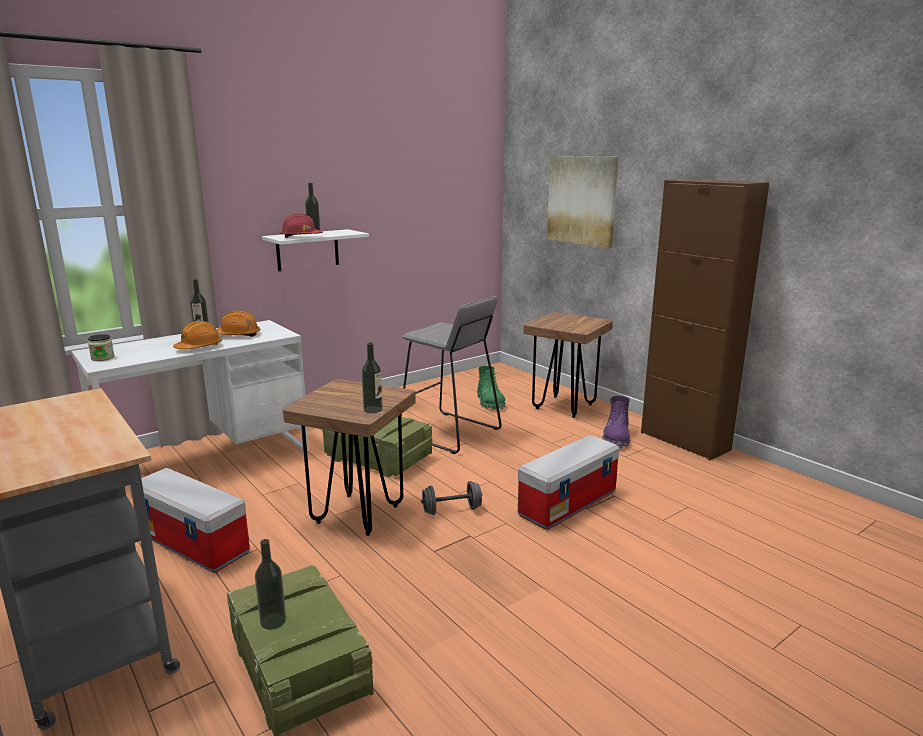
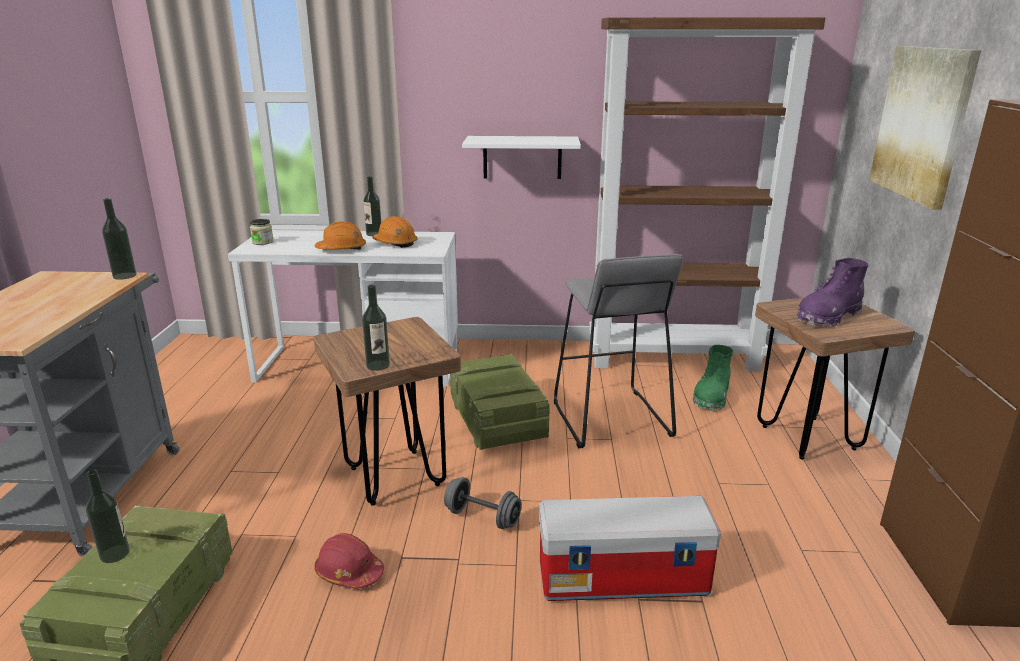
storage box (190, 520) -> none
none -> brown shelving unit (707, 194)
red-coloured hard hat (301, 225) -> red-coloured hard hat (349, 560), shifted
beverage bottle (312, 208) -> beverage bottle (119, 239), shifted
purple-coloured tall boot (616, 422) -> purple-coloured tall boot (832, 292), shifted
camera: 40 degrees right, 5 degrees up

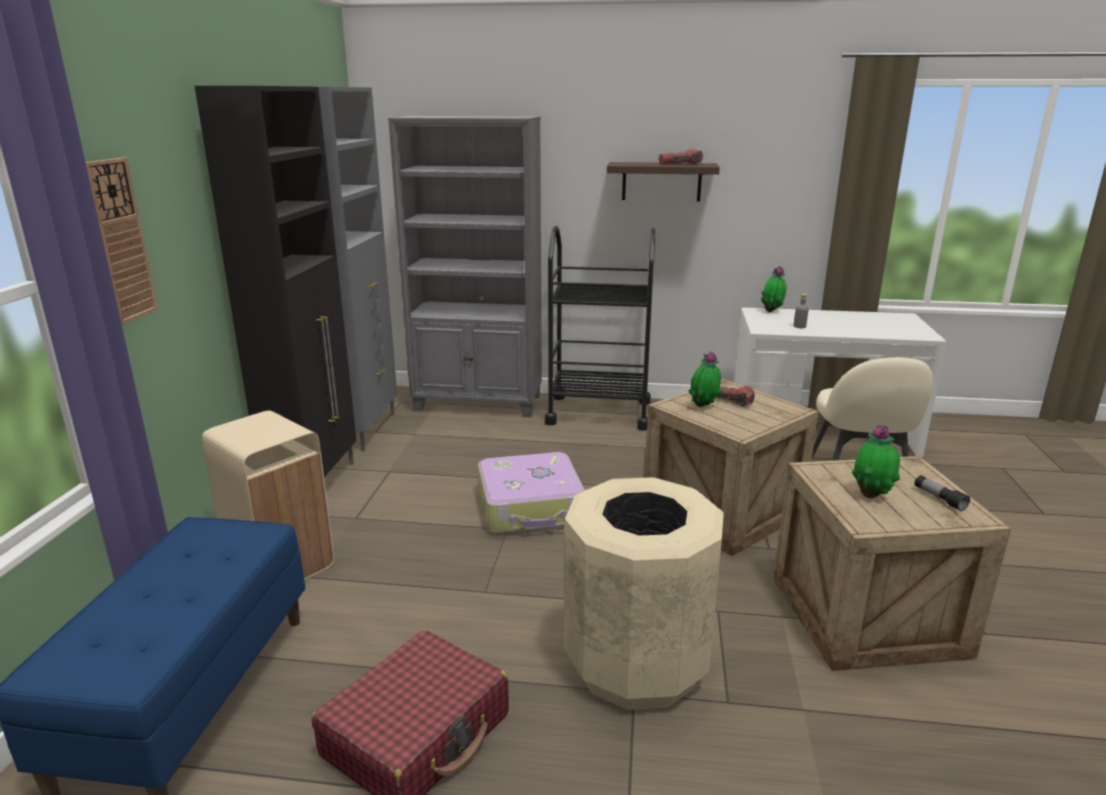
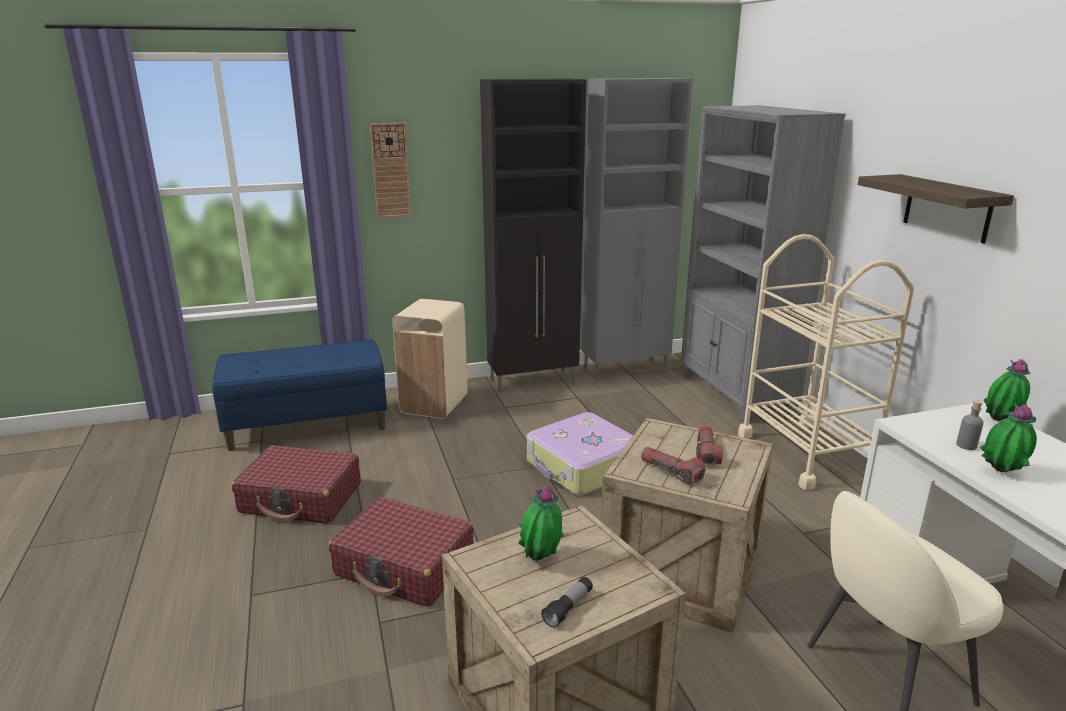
flashlight (681, 157) -> flashlight (673, 466), shifted
houseplant (704, 379) -> houseplant (1008, 438), shifted
beige-coloured rubbish bin (644, 593) -> red-coloured piece of luggage (401, 552)
blackish trolley (599, 328) -> beige-coloured trolley (826, 362)
camera: 65 degrees right, 0 degrees up

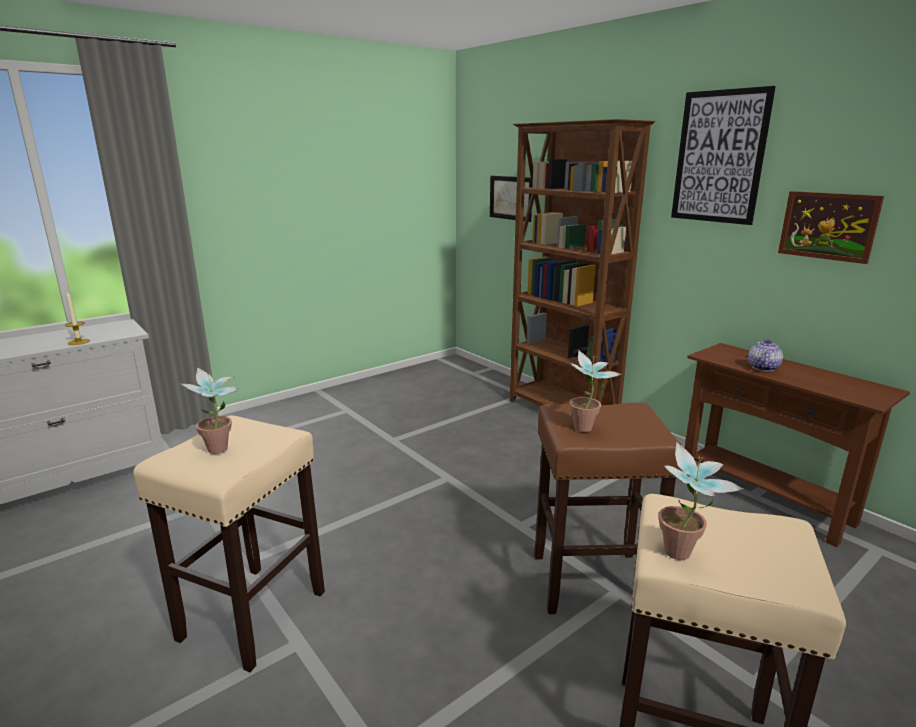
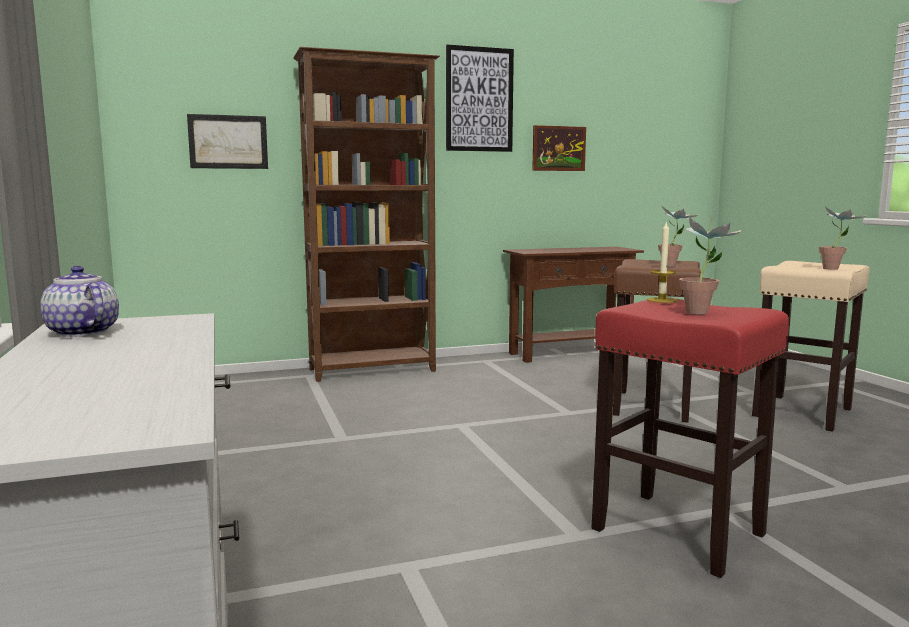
wax light (77, 318) -> wax light (662, 262), shifted
pot for tea (765, 355) -> pot for tea (79, 301), shifted
beige-coloured sitting stool (229, 543) -> red-coloured sitting stool (690, 437)
camera: 70 degrees left, 10 degrees down

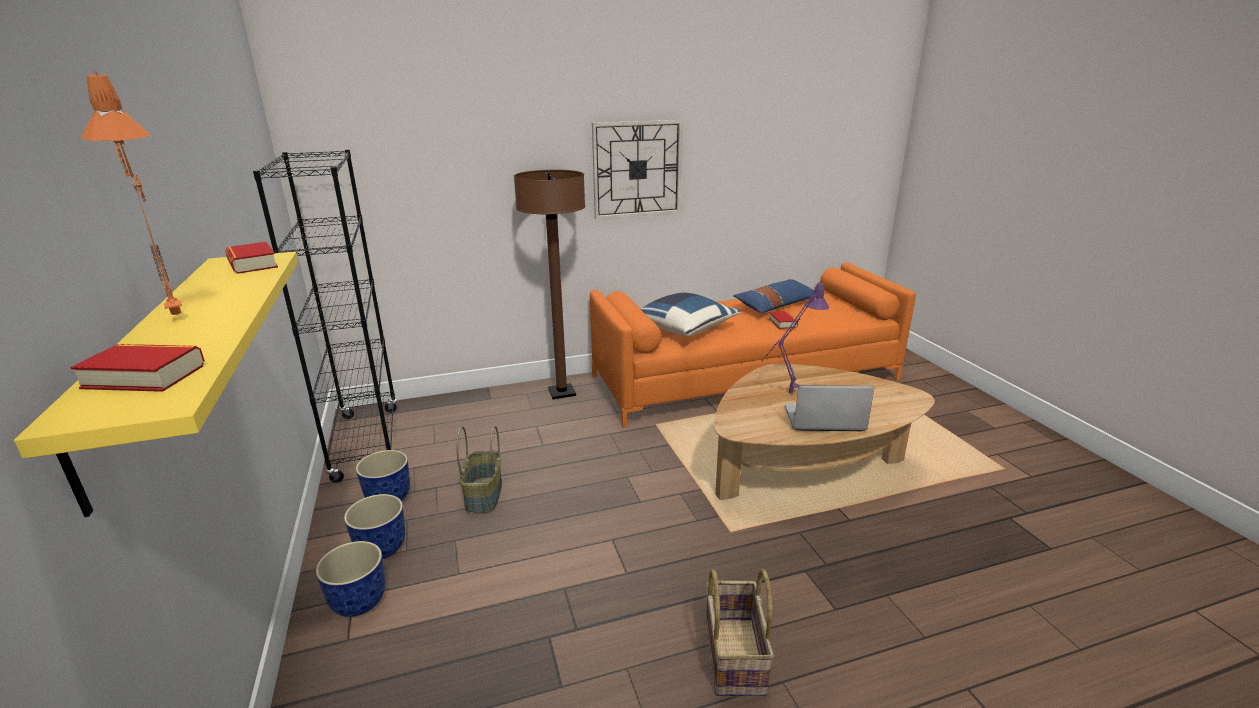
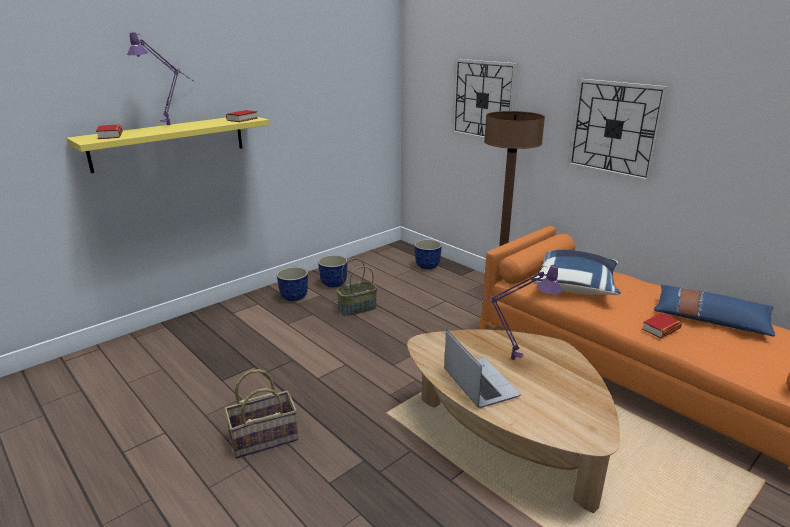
blackish shelving unit (325, 316) -> none
none -> hanging clock (484, 99)
flower pot (350, 579) -> flower pot (428, 254), shifted
orangey tabletop lamp (131, 192) -> purple-coloured tabletop lamp (160, 78)
camera: 65 degrees right, 0 degrees up

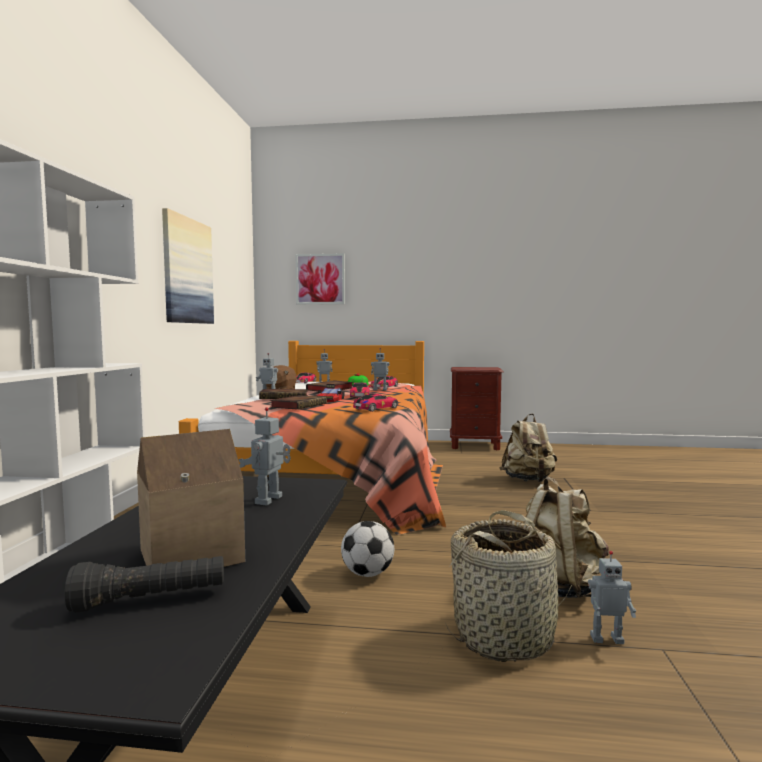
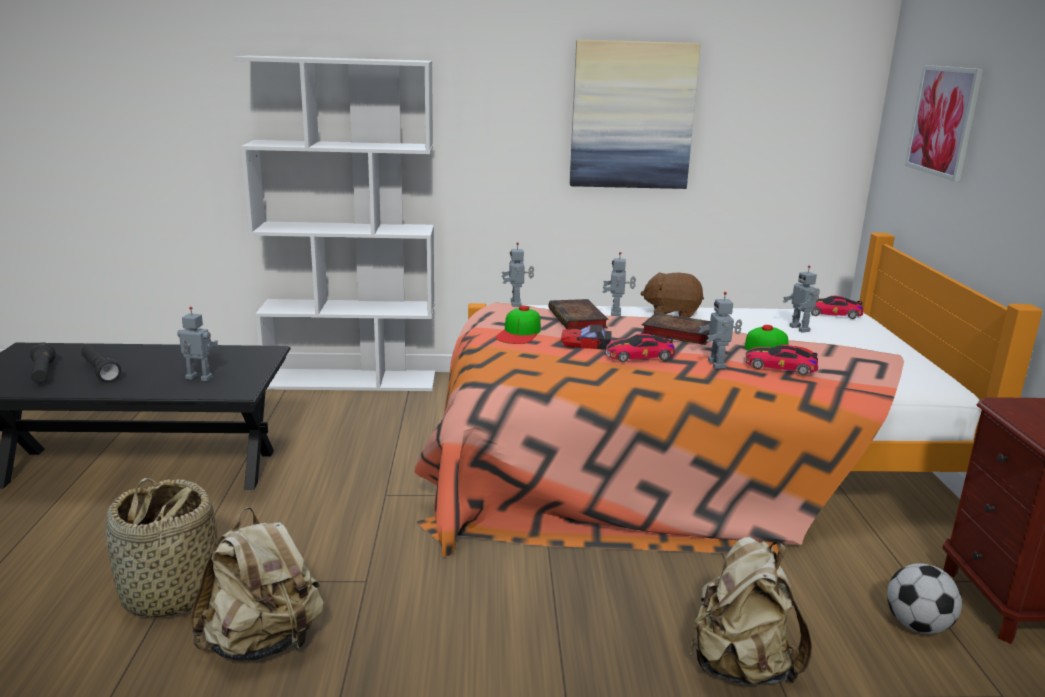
toy car (376, 403) -> none
football ball (367, 549) -> football ball (924, 598), shifted
robot figure (612, 597) -> robot figure (517, 275), shifted
miniature house (191, 498) -> blackish flashlight (101, 363)
volume (298, 402) -> peaked cap (518, 325)
camera: 80 degrees right, 15 degrees up

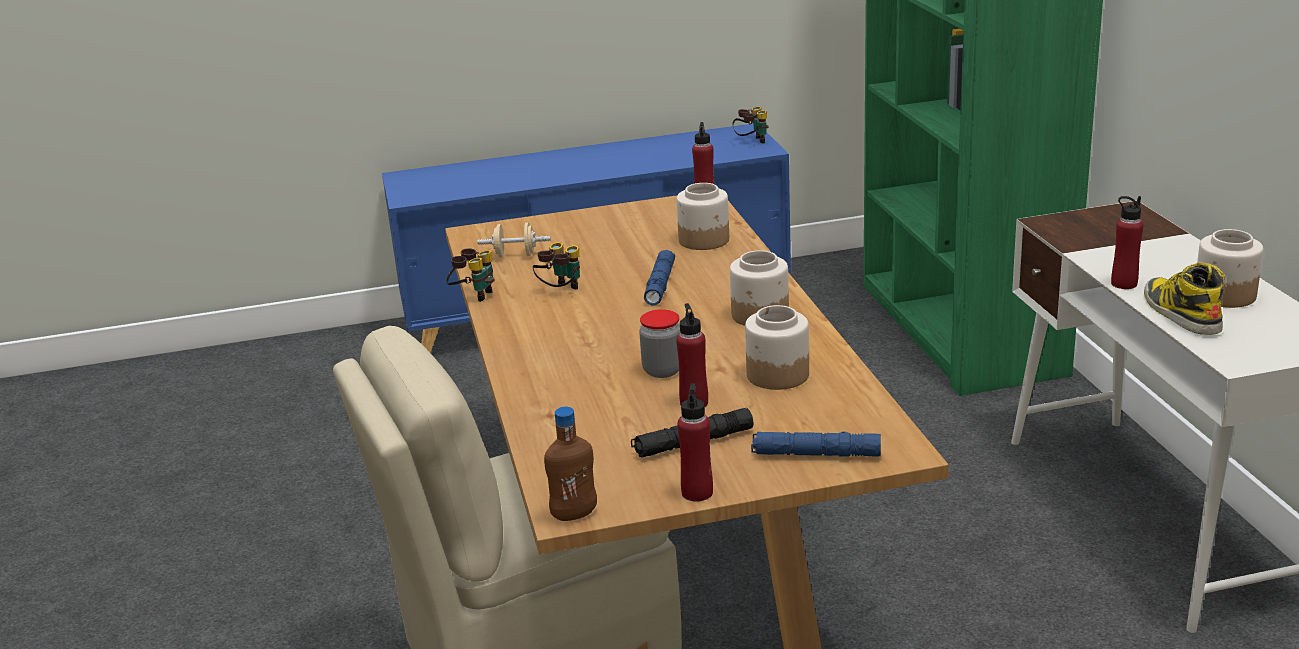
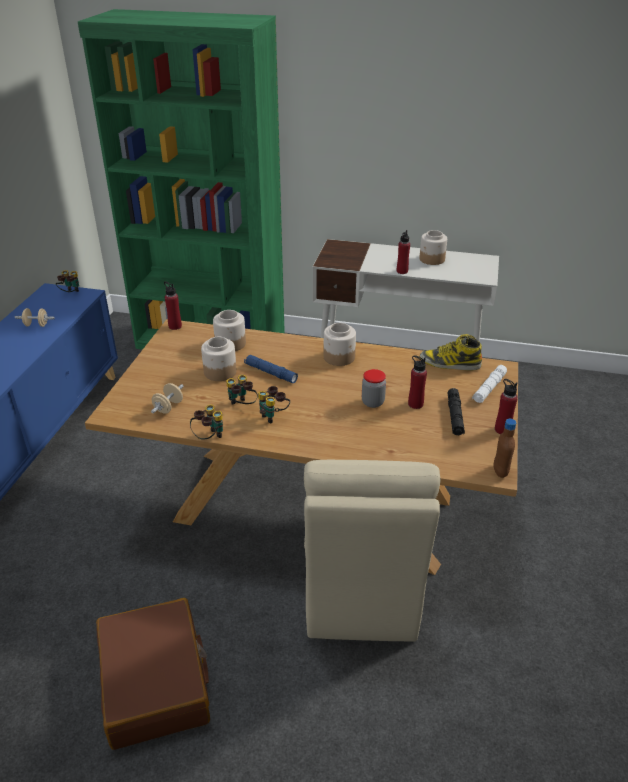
none -> beige-coloured free weight (35, 317)
none -> brown piece of luggage (153, 674)
none -> field glasses (274, 404)
storage jar (777, 347) -> storage jar (219, 359), shifted
tall boot (1184, 299) -> tall boot (451, 352), shifted
bluish flashlight (816, 444) -> white flashlight (489, 384)
camera: 65 degrees left, 10 degrees up

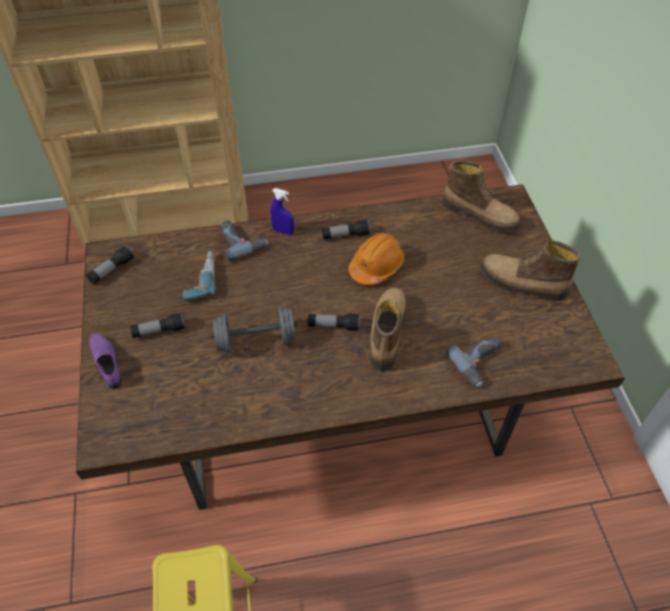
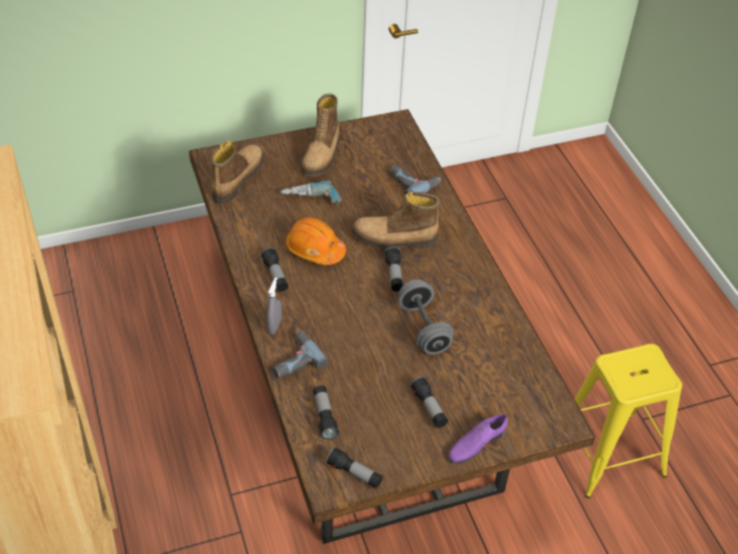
none -> flashlight (326, 412)
drill (196, 276) -> drill (311, 193), shifted
bluish hand sprayer (282, 211) -> grey hand sprayer (274, 305)
camera: 100 degrees left, 5 degrees down

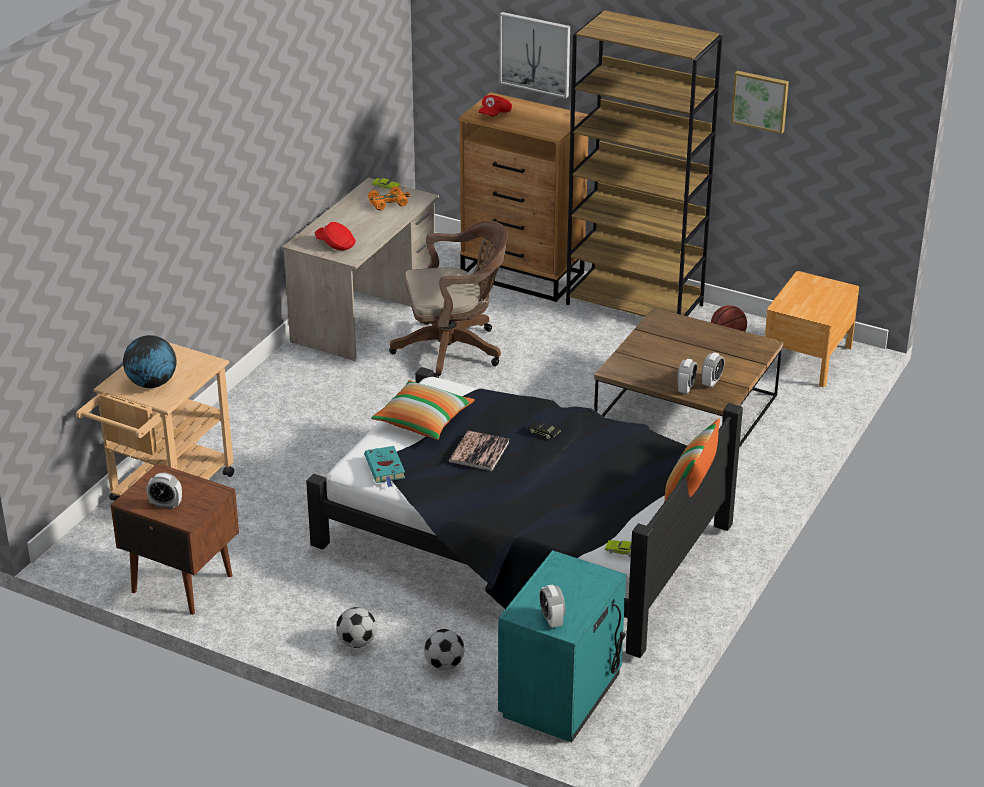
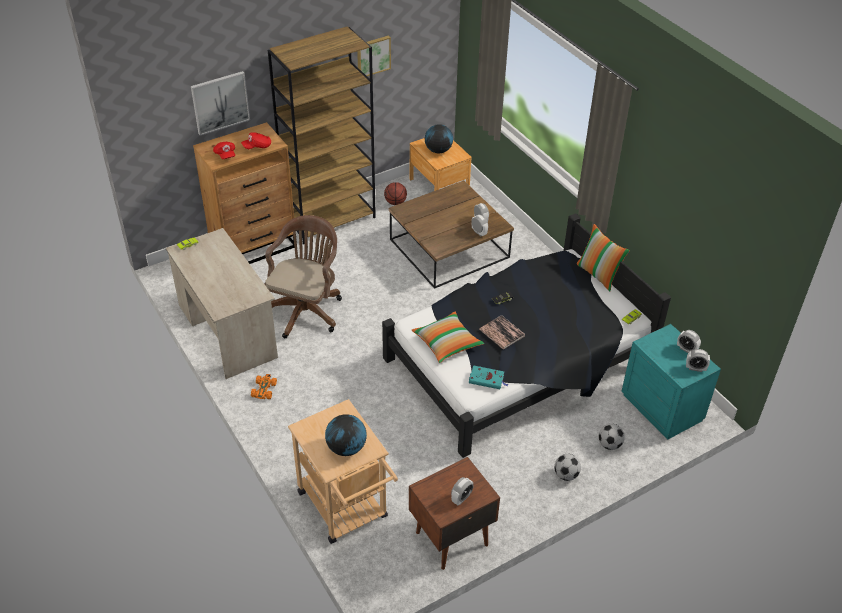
none -> globe (439, 139)
none -> bedside clock (689, 341)
red-coloured peaked cap (335, 236) -> red-coloured peaked cap (256, 140), shifted
orangey toy car (389, 198) -> orangey toy car (264, 386), shifted
camera: 60 degrees left, 10 degrees up

